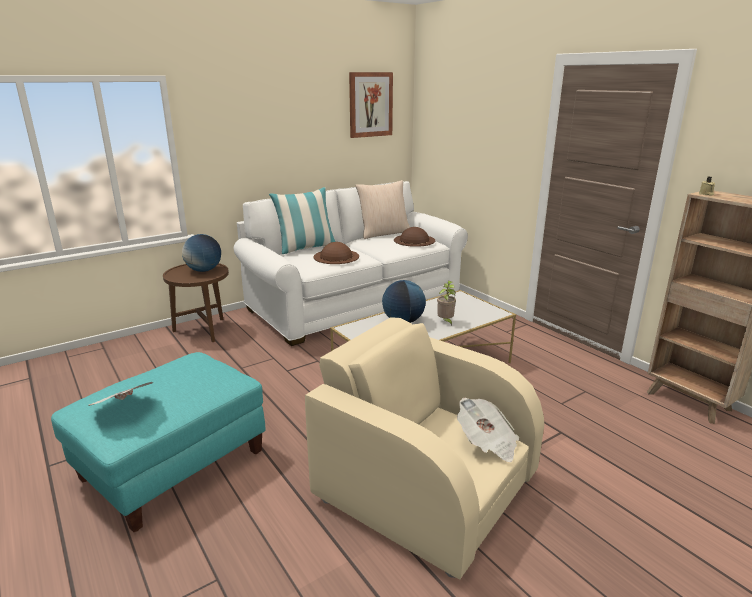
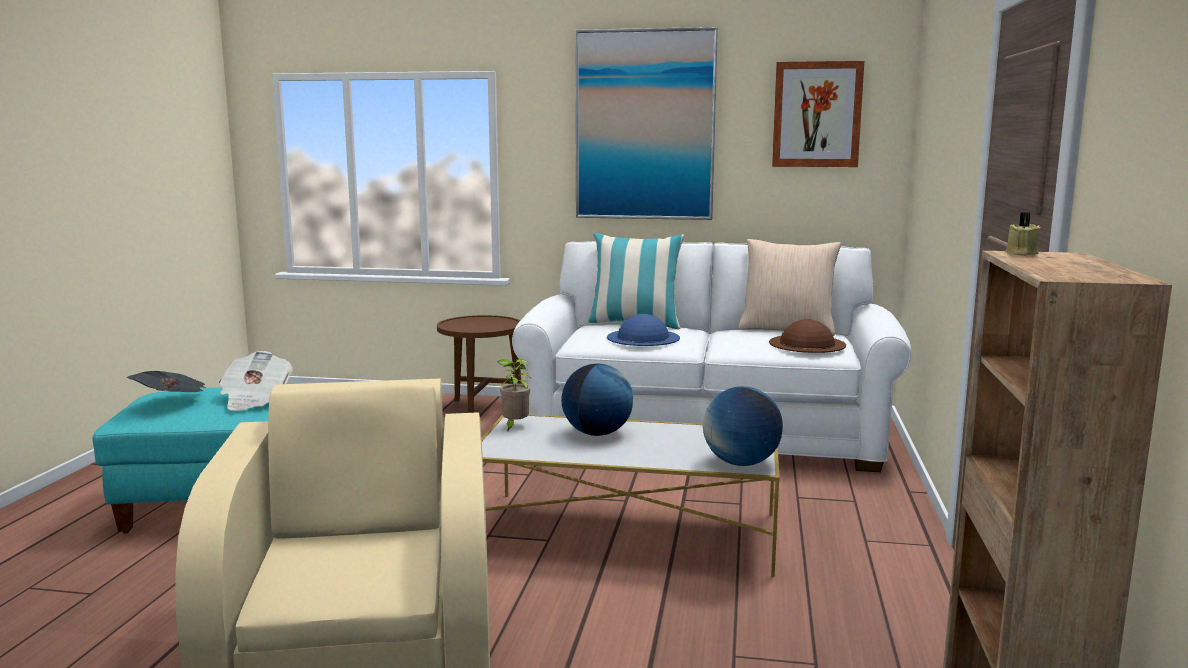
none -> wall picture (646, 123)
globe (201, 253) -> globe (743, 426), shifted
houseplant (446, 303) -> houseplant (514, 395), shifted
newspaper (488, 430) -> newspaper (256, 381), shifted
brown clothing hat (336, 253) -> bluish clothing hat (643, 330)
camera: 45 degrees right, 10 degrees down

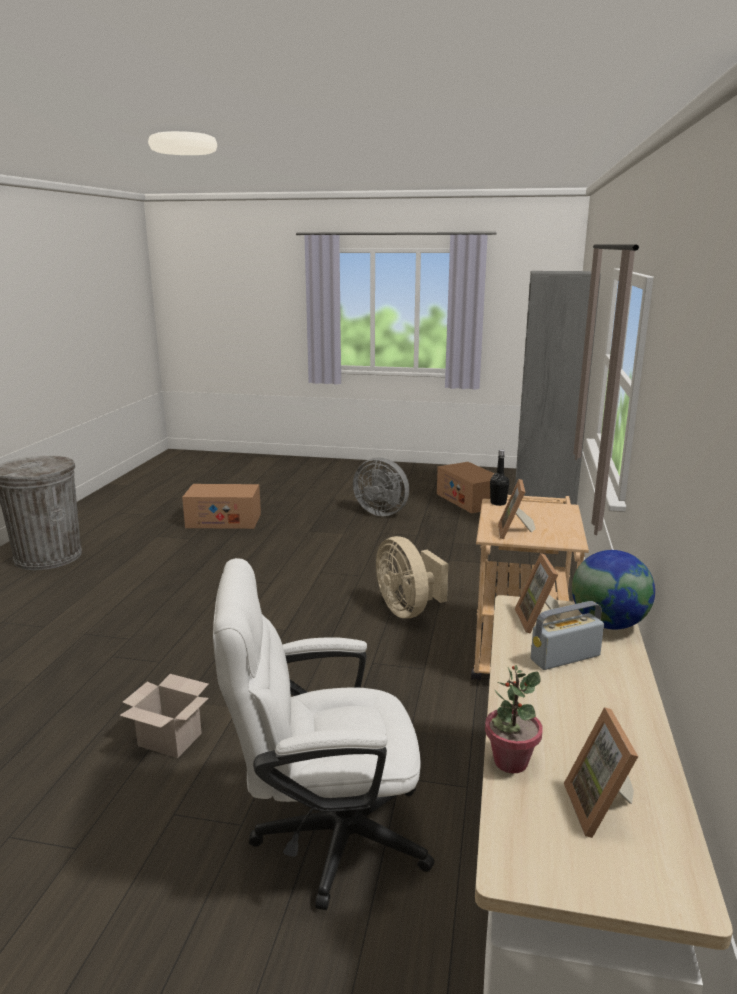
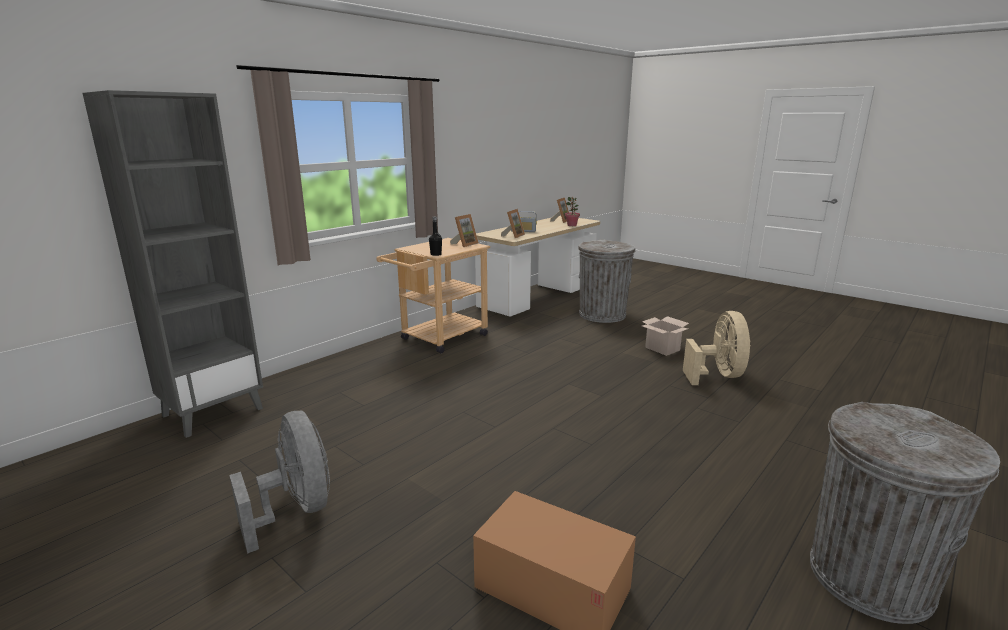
carton (466, 487) -> none
globe (613, 589) -> none
beige-coloured fan (412, 577) -> beige-coloured fan (717, 348), shifted
white computer chair (324, 734) -> grey rubbish bin (606, 281)
camera: 150 degrees left, 0 degrees up

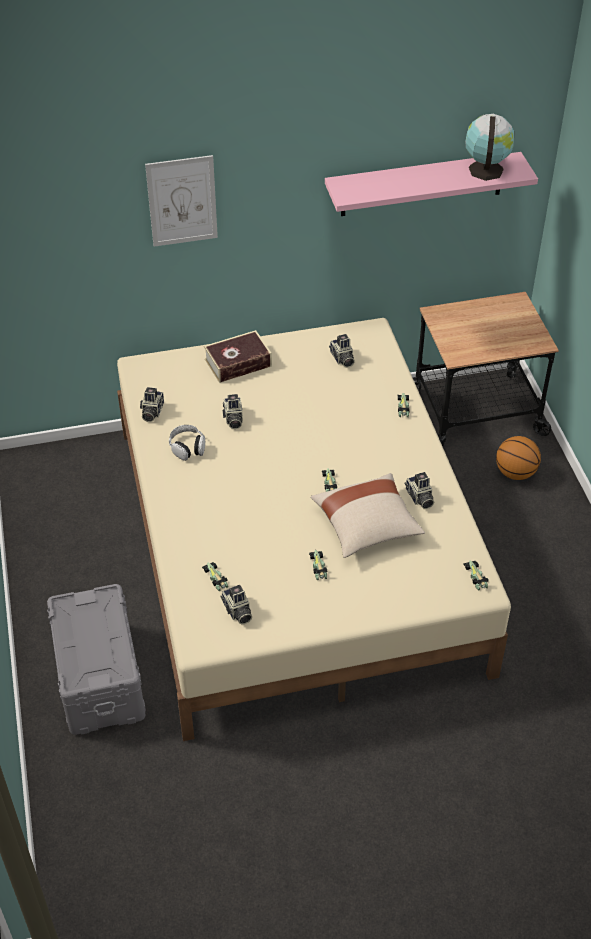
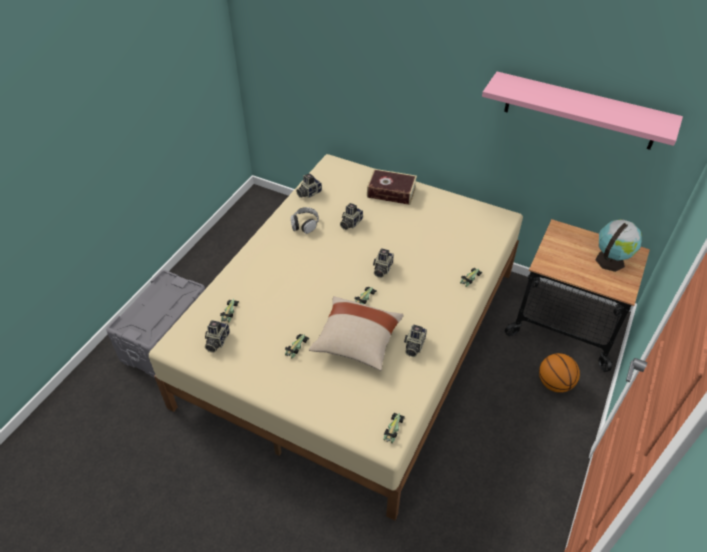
wall picture (181, 201) -> none
photo camera (342, 351) -> photo camera (383, 263), shifted
globe (489, 147) -> globe (618, 245), shifted
camera: 40 degrees right, 0 degrees up

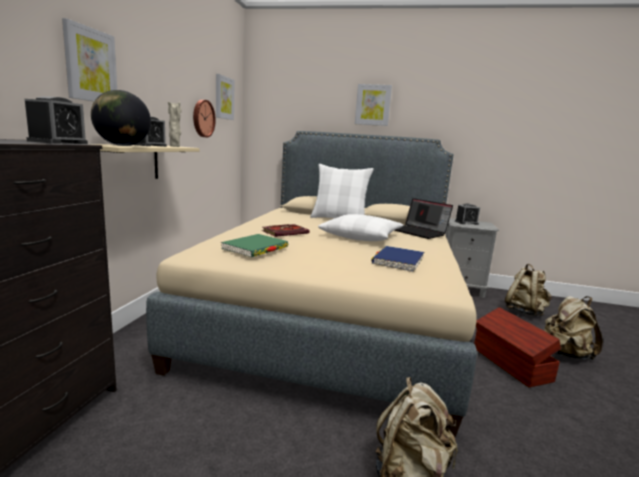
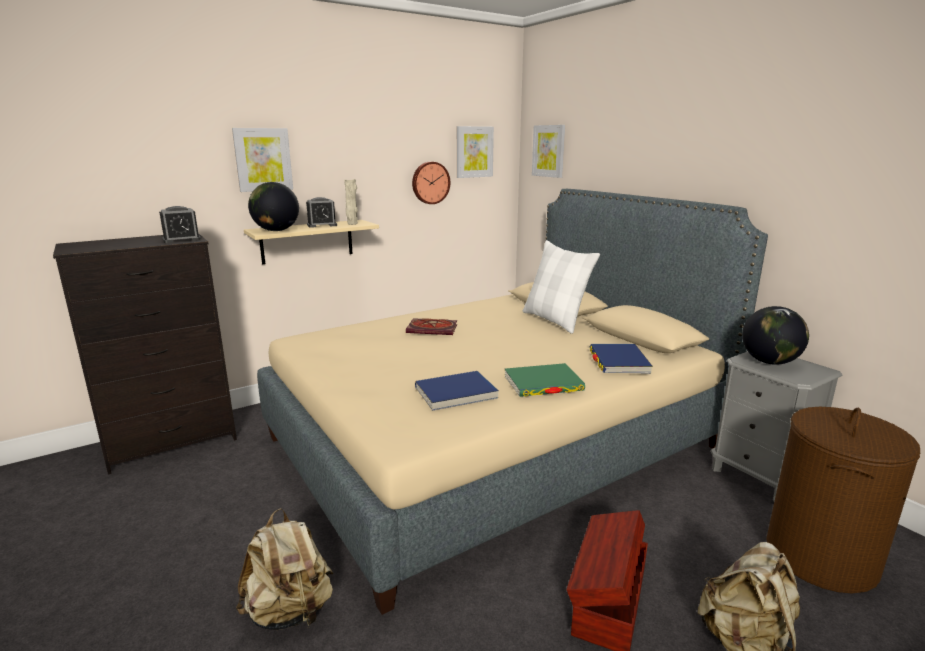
white throw pillow (360, 227) -> none
green-coloured volume (254, 245) -> green-coloured volume (545, 380), shifted
wall picture (373, 105) -> wall picture (548, 151), shifted
laptop (423, 218) -> bluish volume (621, 359)
bedside clock (467, 214) -> globe (775, 335)
beige-coloured backpack (528, 290) -> brown hamper (843, 500)
camera: 45 degrees right, 5 degrees up

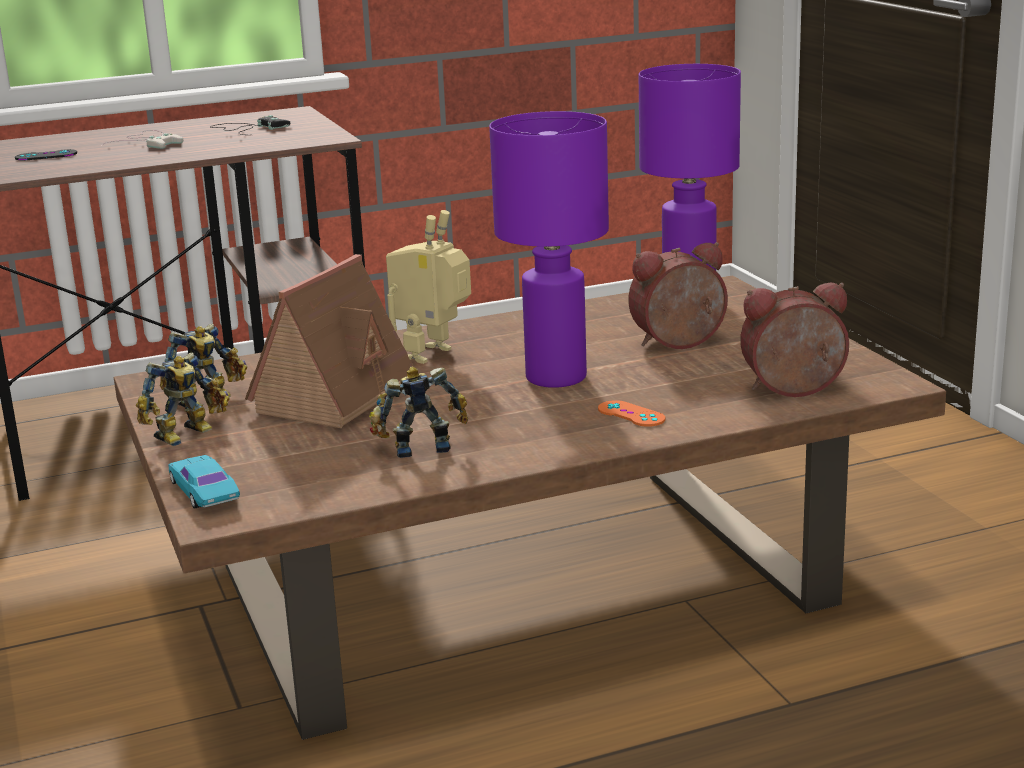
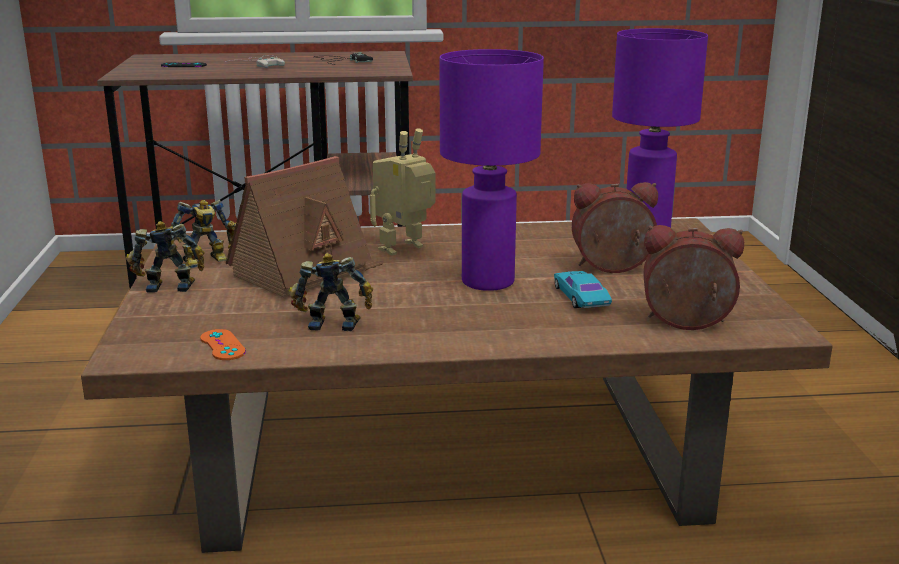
turquoise-coloured toy car (204, 482) -> turquoise-coloured toy car (583, 289), shifted
orangey gamepad (632, 413) -> orangey gamepad (223, 344), shifted
robot figure (182, 399) -> robot figure (165, 256), 150 degrees counterclockwise
camera: 15 degrees right, 0 degrees up

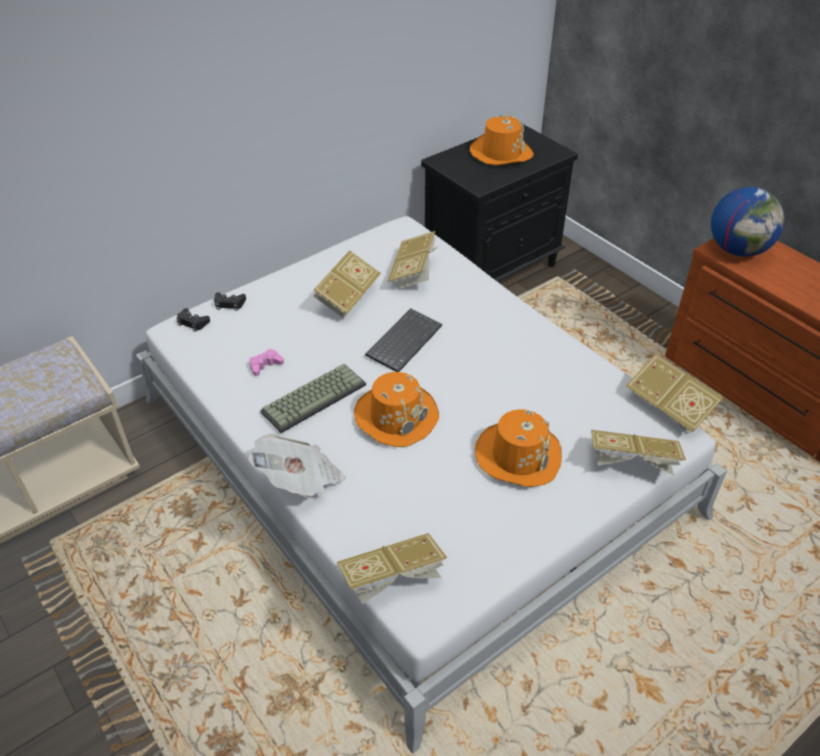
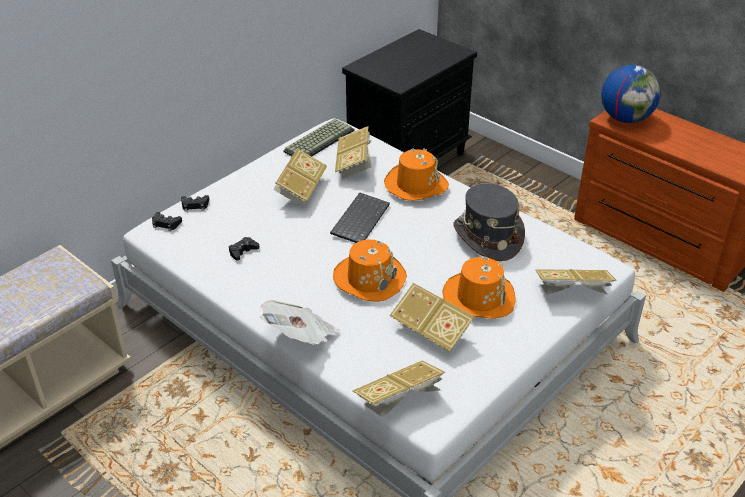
none -> grey clothing hat (489, 222)
PC keyboard (313, 398) -> PC keyboard (319, 137), shifted
orangey clothing hat (502, 139) -> orangey clothing hat (416, 174), shifted
volume (675, 394) -> volume (431, 318), shifted
pink-coloured gamepad (266, 362) -> blackish gamepad (244, 249)
camera: 10 degrees left, 5 degrees down

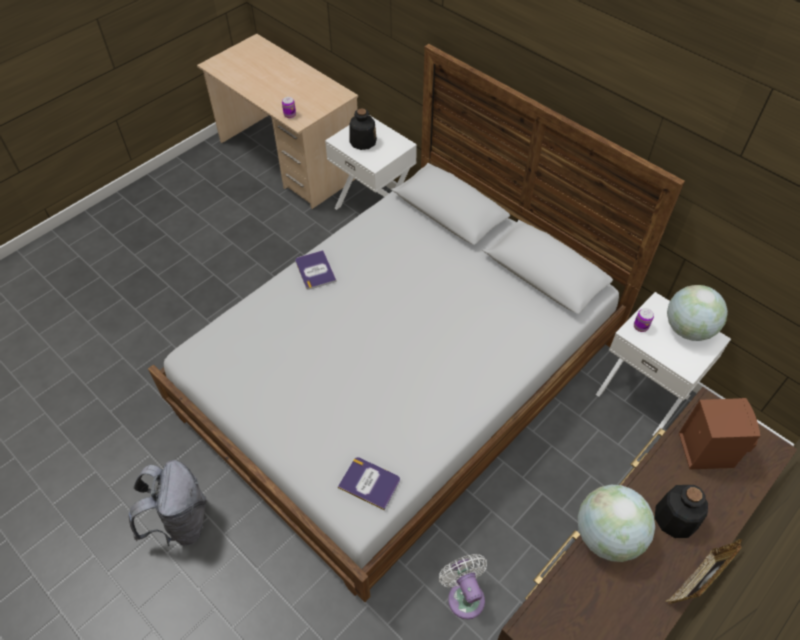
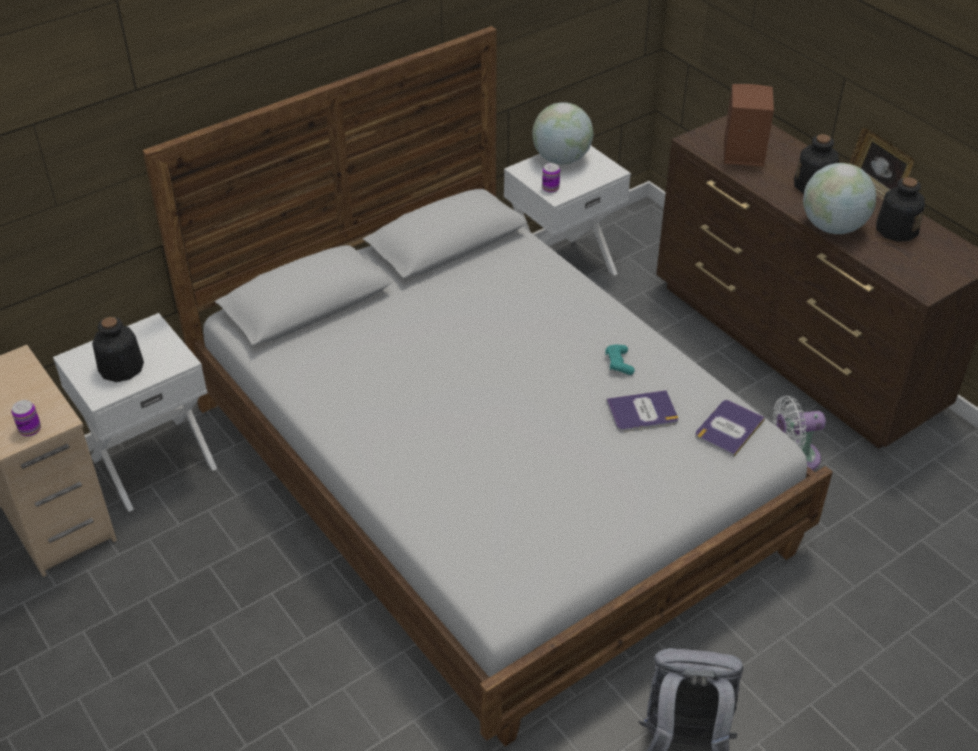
none -> turquoise-coloured gamepad (620, 360)
none -> beverage bottle (900, 209)
volume (316, 270) -> volume (642, 411), shifted
camera: 80 degrees left, 10 degrees down

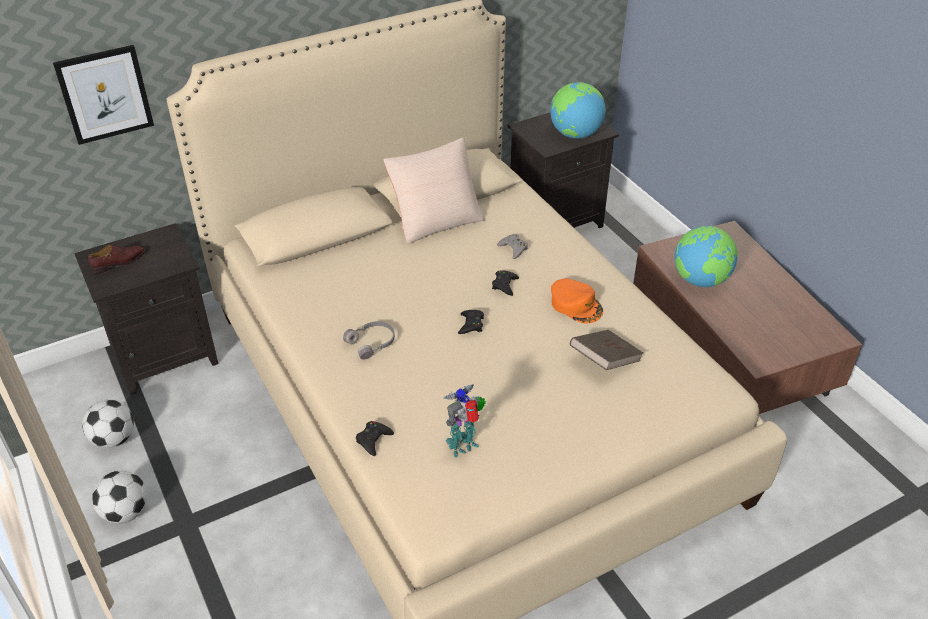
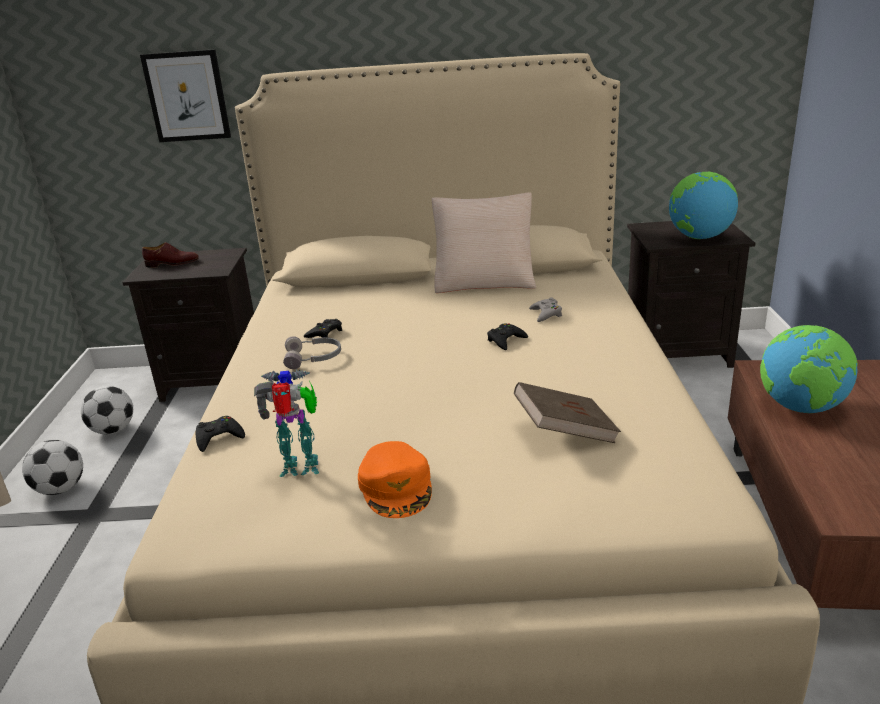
blackish gamepad (471, 322) -> blackish gamepad (323, 328), shifted
orangey peaked cap (577, 301) -> orangey peaked cap (395, 479), shifted
camera: 30 degrees right, 15 degrees down

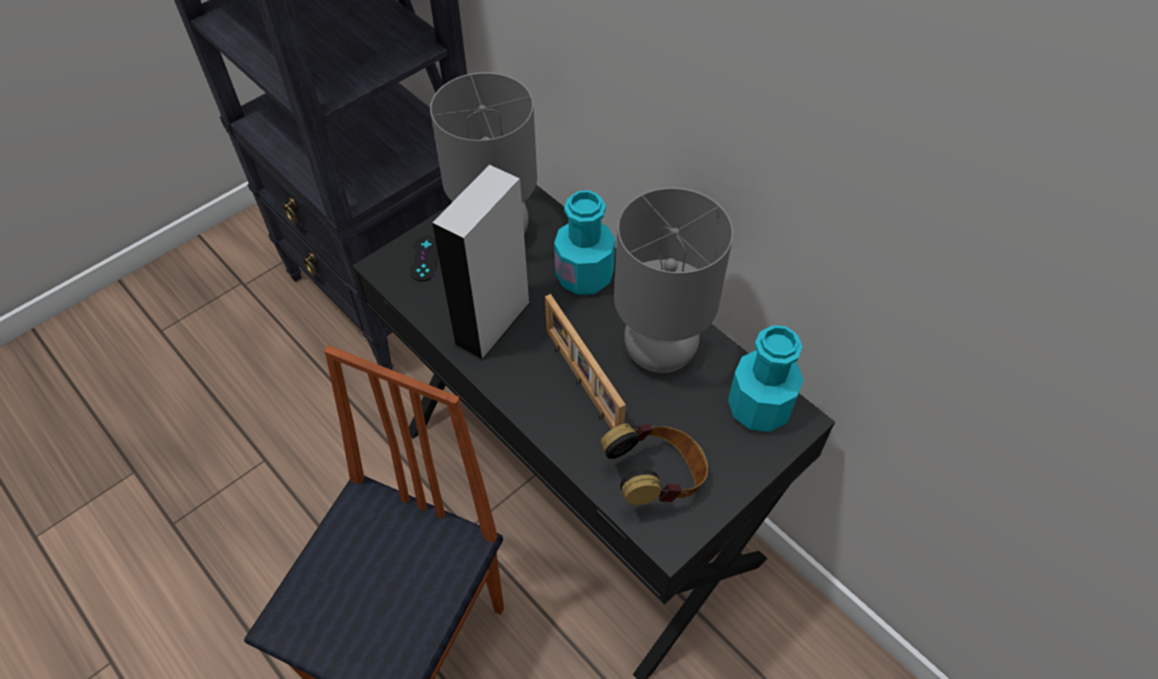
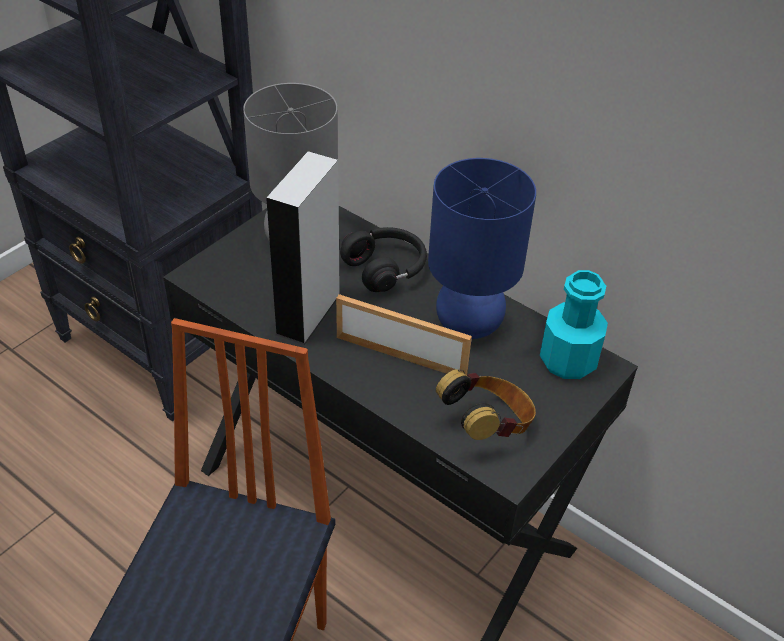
blackish gamepad (424, 258) -> none
turquoise-coloured beverage bottle (584, 242) -> blackish pair of headphones (383, 259)
grey tabletop lamp (673, 280) -> bluish tabletop lamp (482, 248)
standing frame (585, 361) -> standing frame (404, 335), 150 degrees clockwise
camera: 10 degrees left, 10 degrees down

